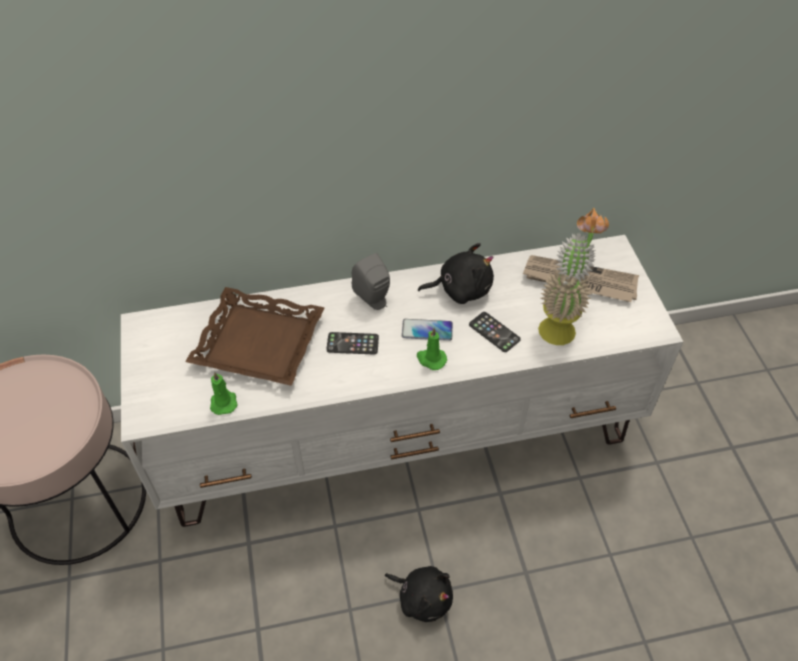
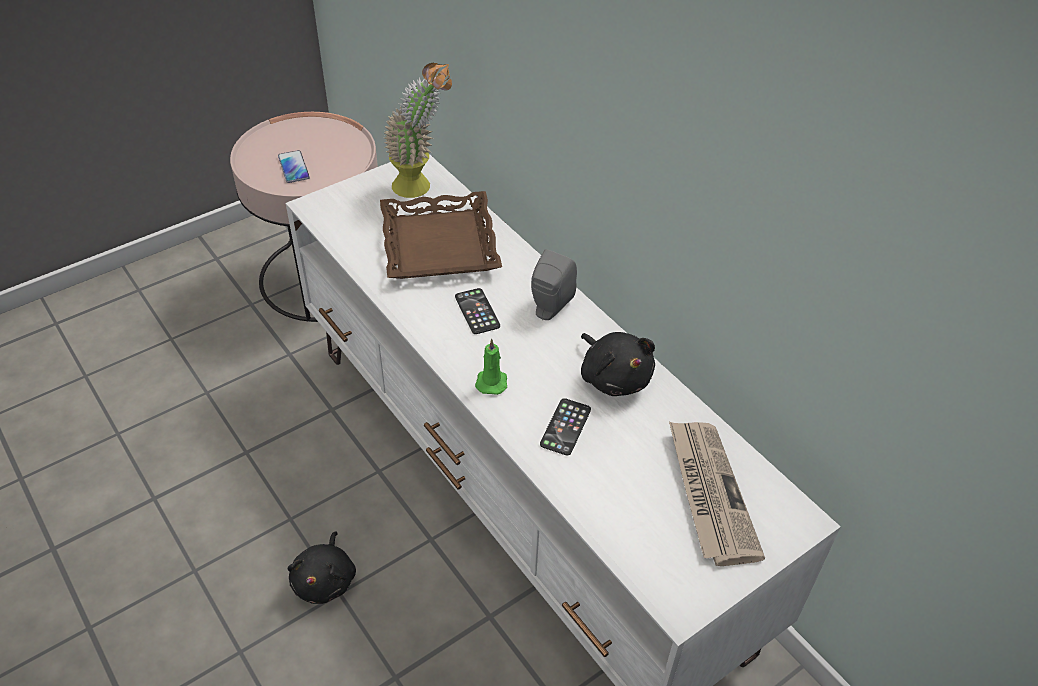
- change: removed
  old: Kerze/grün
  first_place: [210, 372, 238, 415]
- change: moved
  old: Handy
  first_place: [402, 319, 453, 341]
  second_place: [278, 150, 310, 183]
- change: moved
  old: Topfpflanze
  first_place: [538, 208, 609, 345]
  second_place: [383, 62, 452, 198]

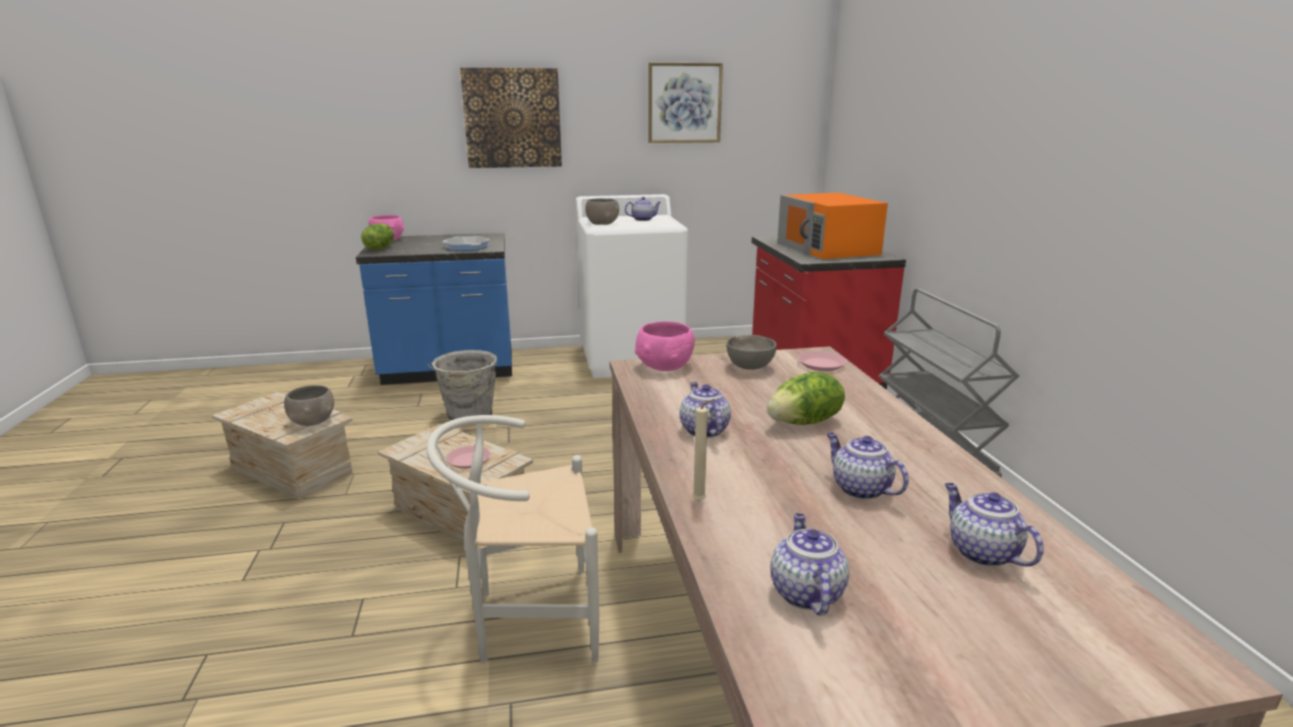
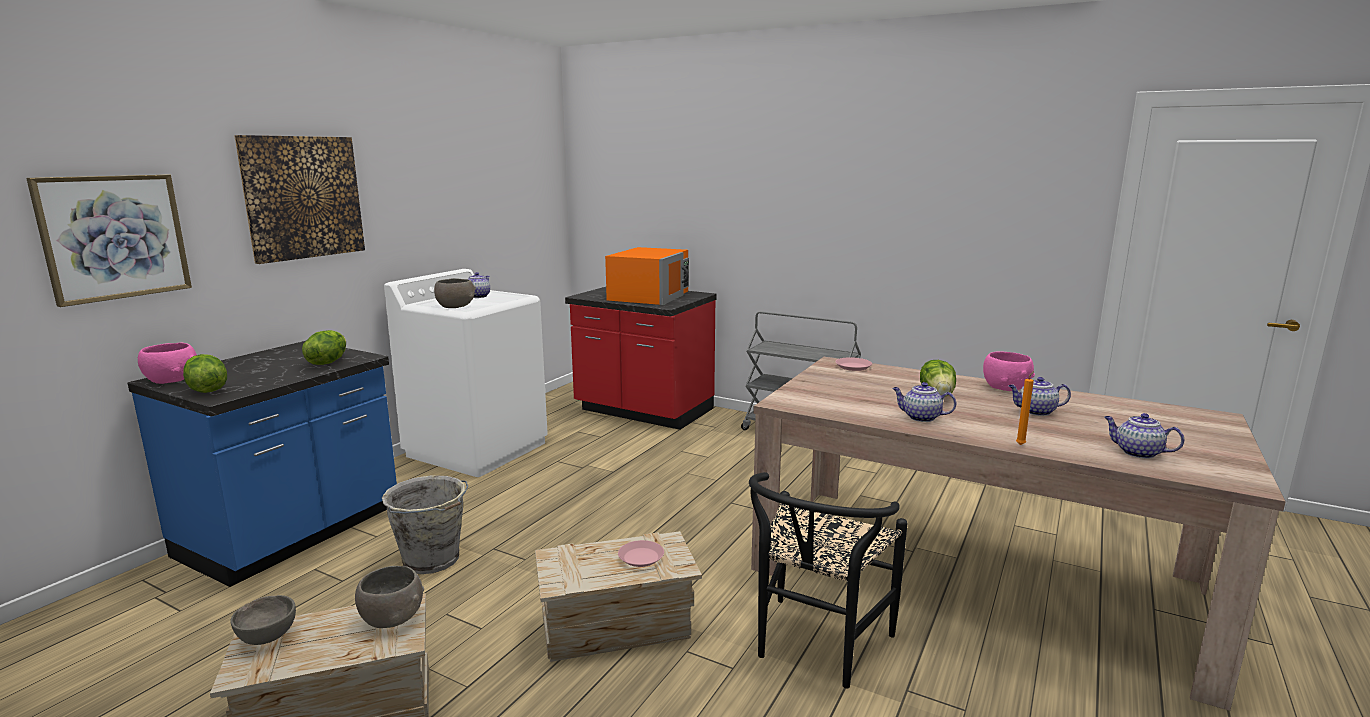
- change: recoloured
  old: Stuhl/weiß
  new: Stuhl/schwarz
  first_place: [426, 415, 599, 663]
  second_place: [749, 472, 907, 688]
- change: replaced
  old: Pfanne
  new: Salatkopf
  first_place: [443, 236, 490, 251]
  second_place: [302, 330, 346, 365]
- change: moved
  old: Schüssel/rosa
  first_place: [635, 321, 695, 371]
  second_place: [983, 352, 1035, 391]
- change: moved
  old: Bild
  first_place: [648, 62, 723, 143]
  second_place: [26, 174, 192, 307]
- change: recoloured
  old: Kerze/beige
  new: Kerze/orange
  first_place: [692, 399, 715, 501]
  second_place: [1016, 371, 1034, 445]
- change: moved
  old: Schüssel/grau
  first_place: [726, 335, 777, 370]
  second_place: [230, 595, 296, 645]
- change: turned
  old: Mikrowelle/orange
  first_place: [777, 192, 888, 259]
  second_place: [605, 247, 689, 305]
  degrees: -90
- change: removed
  old: Teekanne
  first_place: [945, 483, 1044, 567]

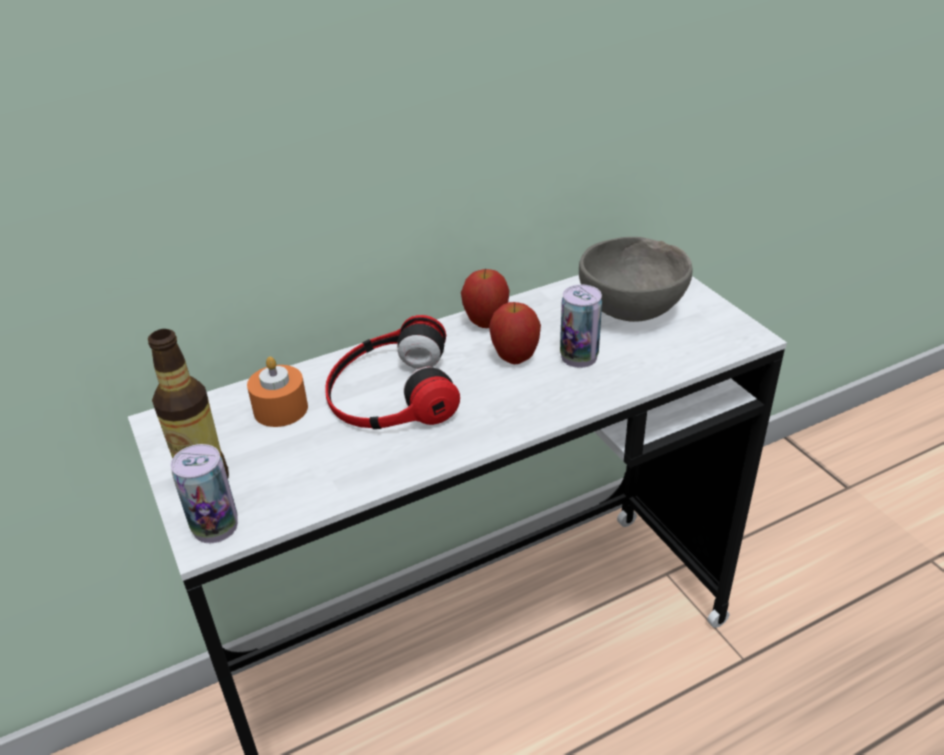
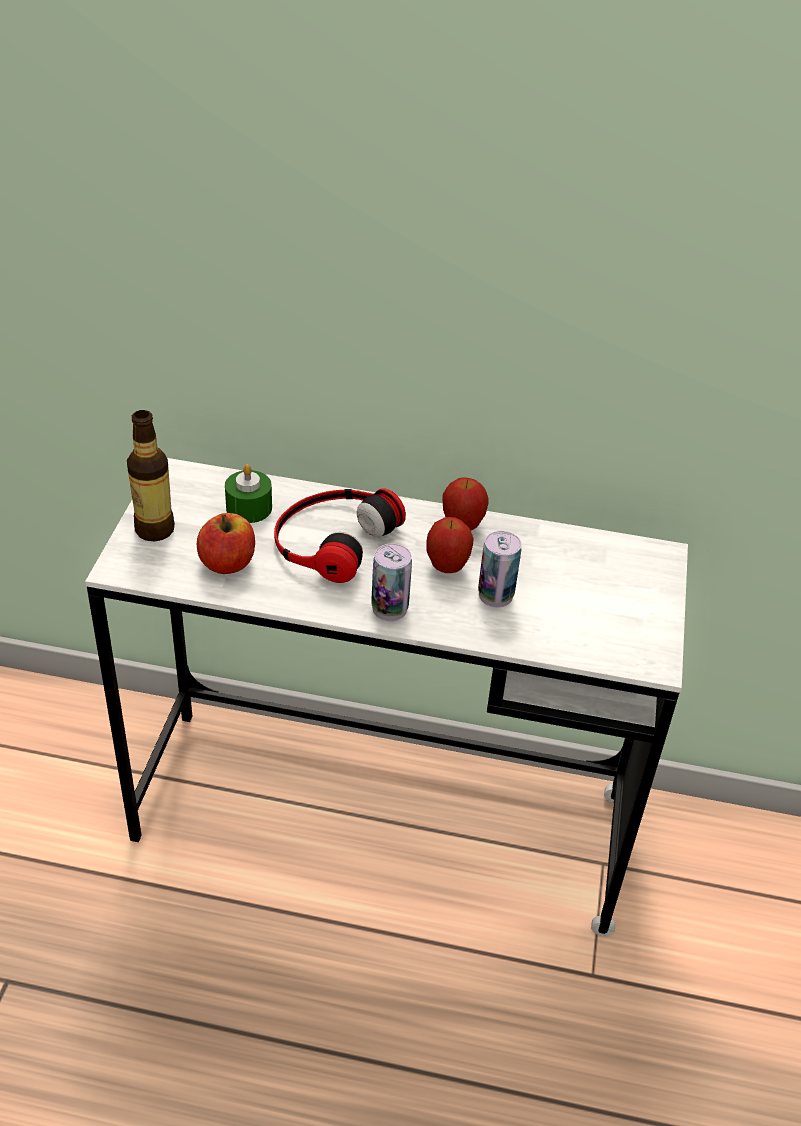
- change: moved
  old: Dose
  first_place: [171, 444, 238, 543]
  second_place: [371, 543, 412, 621]
- change: recoloured
  old: Kerze/orange
  new: Kerze/grün
  first_place: [247, 357, 308, 427]
  second_place: [225, 464, 272, 523]
- change: removed
  old: Schüssel/grau
  first_place: [579, 237, 693, 322]
- change: added
  new: Apfel
  second_place: [197, 513, 255, 574]

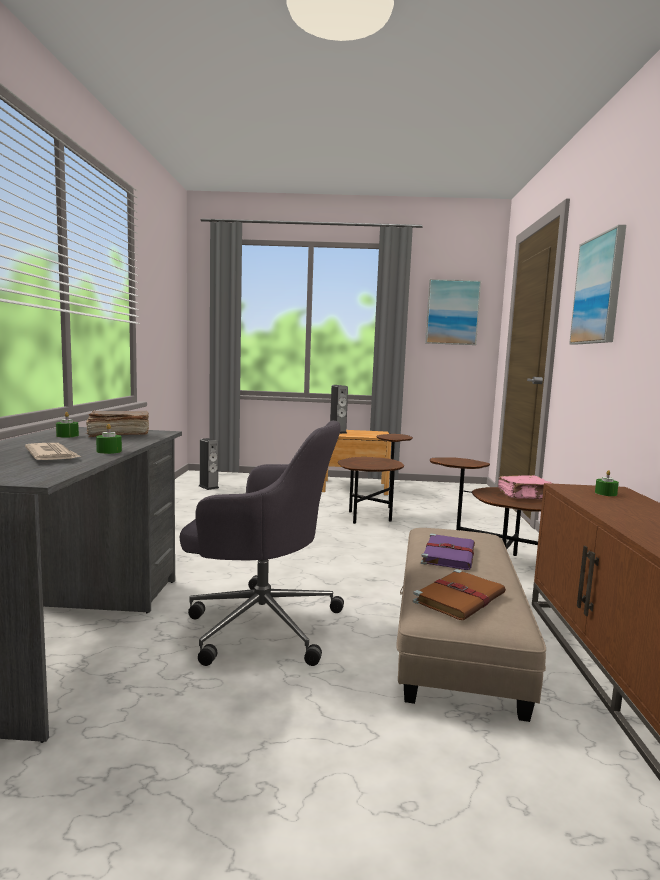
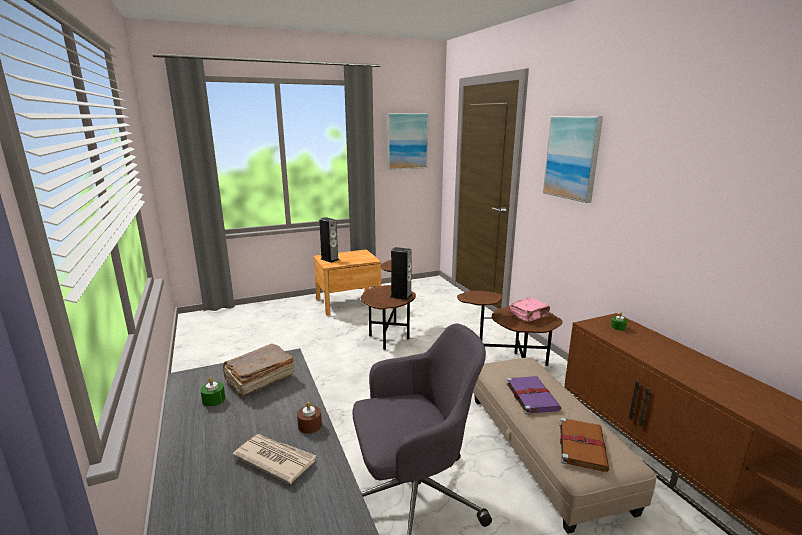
- change: recoloured
  old: Kerze/grün
  new: Kerze/braun
  first_place: [96, 424, 122, 454]
  second_place: [297, 402, 322, 434]
- change: moved
  old: Lautsprecher
  first_place: [199, 438, 219, 490]
  second_place: [390, 247, 412, 300]

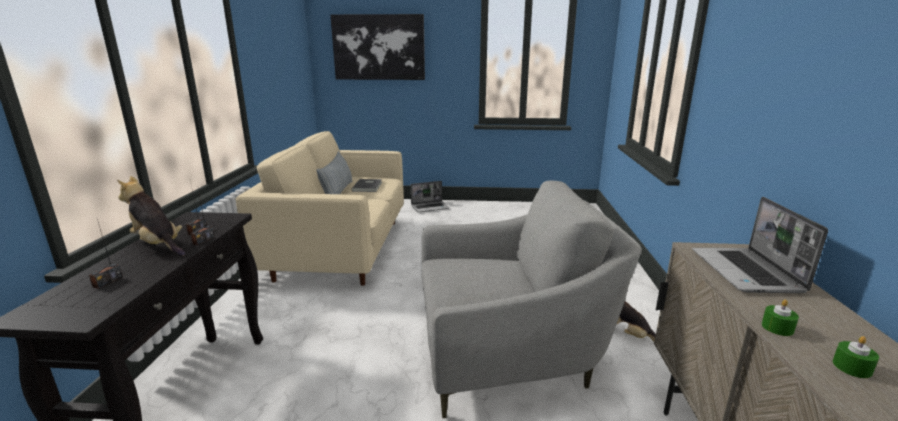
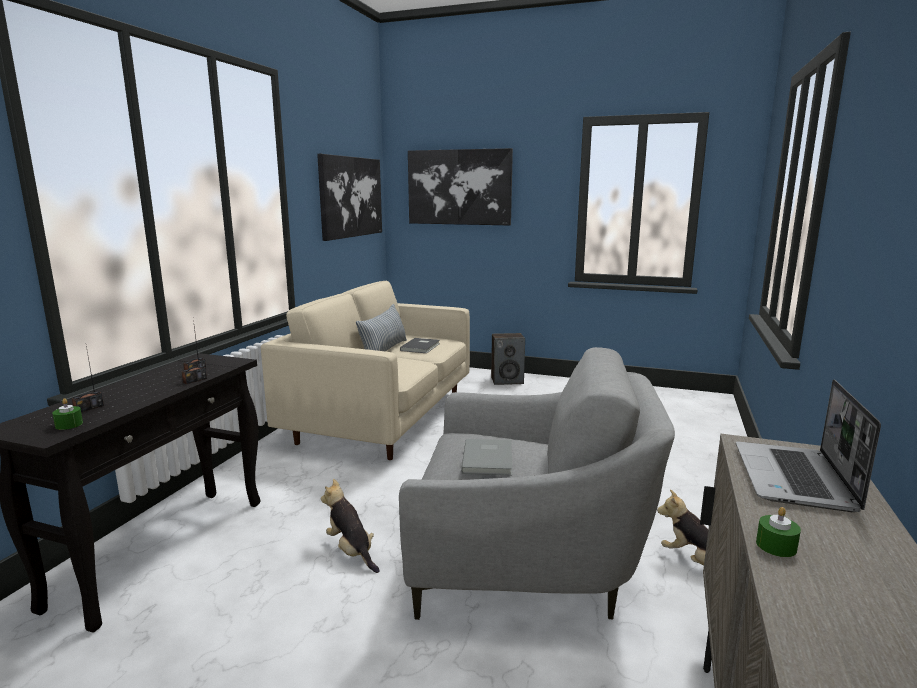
- change: moved
  old: Plüschtier
  first_place: [117, 176, 186, 256]
  second_place: [321, 479, 380, 573]
- change: replaced
  old: Laptop
  new: Lautsprecher
  first_place: [411, 181, 449, 212]
  second_place: [491, 333, 525, 385]
- change: moved
  old: Kerze/grün
  first_place: [832, 336, 879, 378]
  second_place: [52, 398, 83, 430]
- change: added
  new: Bild
  second_place: [317, 154, 382, 241]
- change: added
  new: Buch/grau
  second_place: [461, 439, 512, 476]

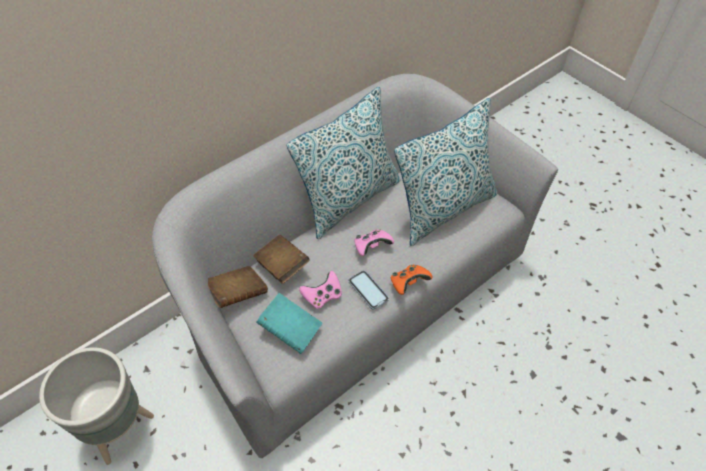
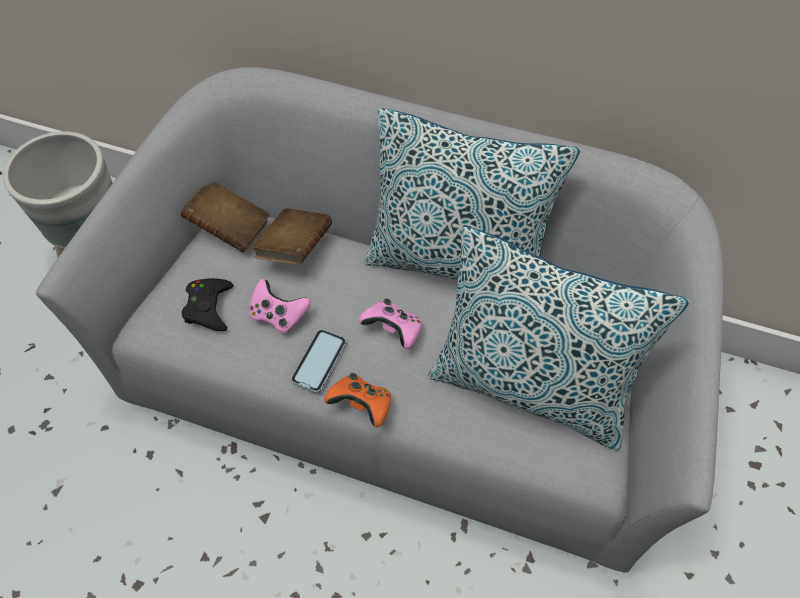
- change: replaced
  old: Buch/türkis
  new: Gamepad/schwarz
  first_place: [256, 293, 322, 354]
  second_place: [182, 278, 234, 331]

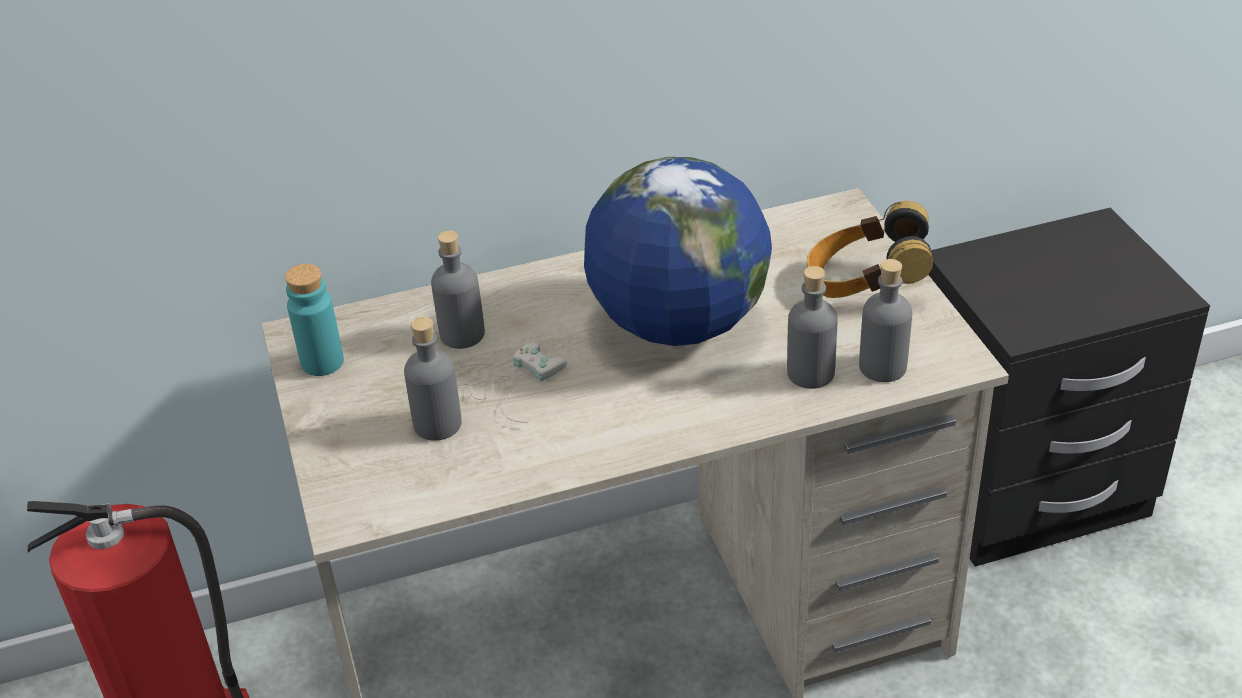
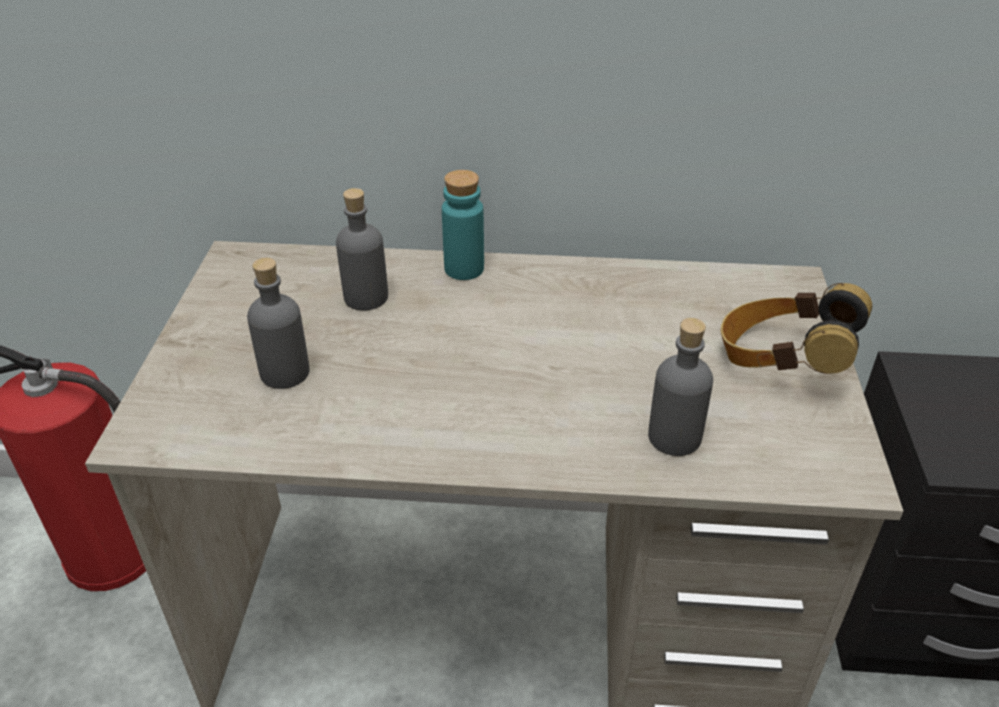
- change: moved
  old: Flasche/türkis
  first_place: [285, 264, 344, 376]
  second_place: [442, 170, 484, 280]
- change: removed
  old: Gamepad/weiß
  first_place: [455, 342, 567, 422]
- change: removed
  old: Globus
  first_place: [584, 157, 772, 346]
- change: removed
  old: Flasche/grau
  first_place: [859, 259, 912, 382]

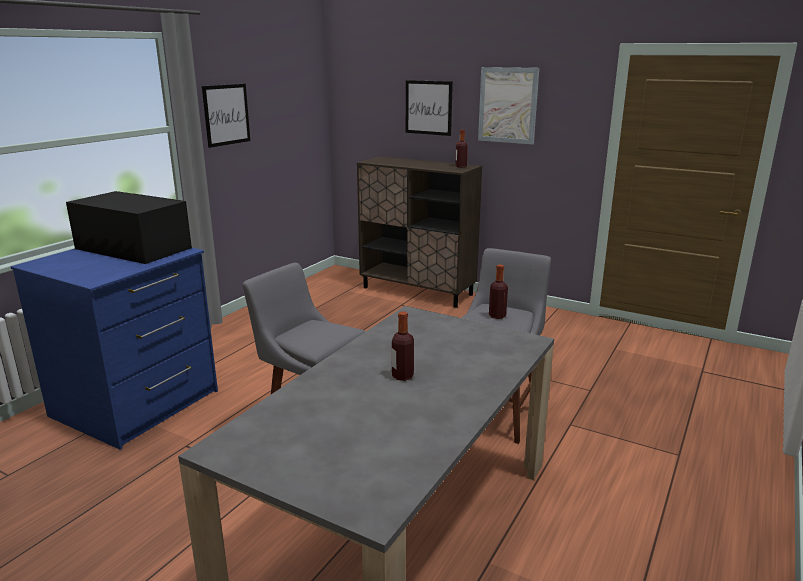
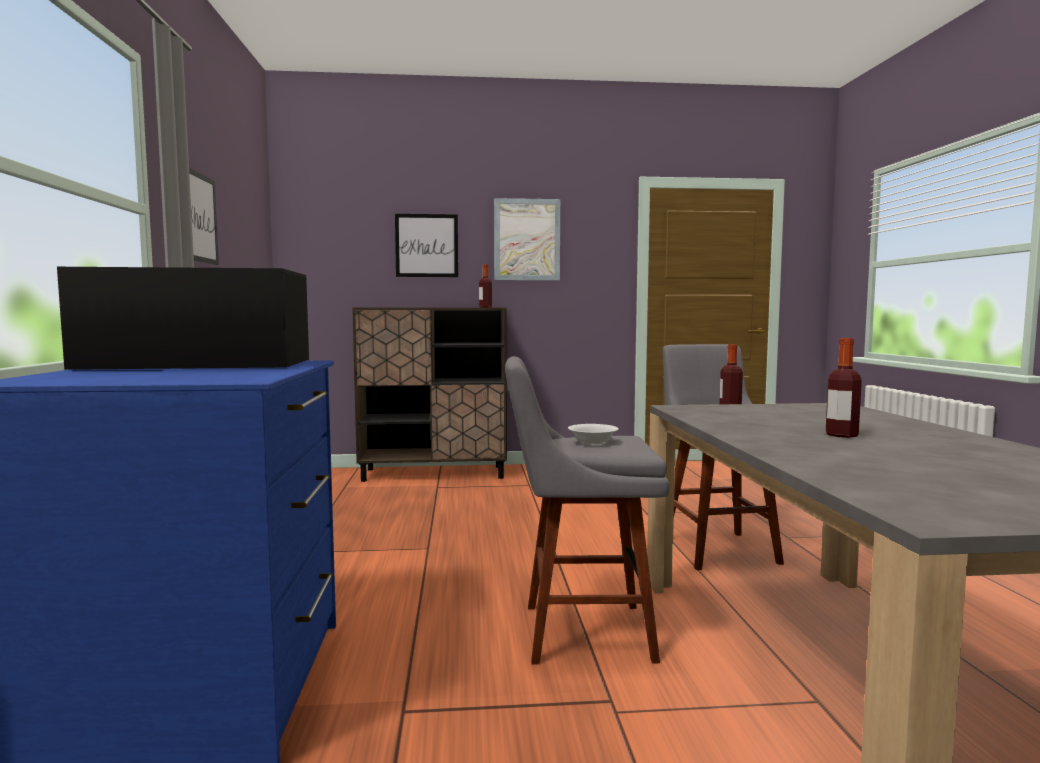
- change: added
  new: Schüssel/weiß
  second_place: [568, 424, 619, 444]

